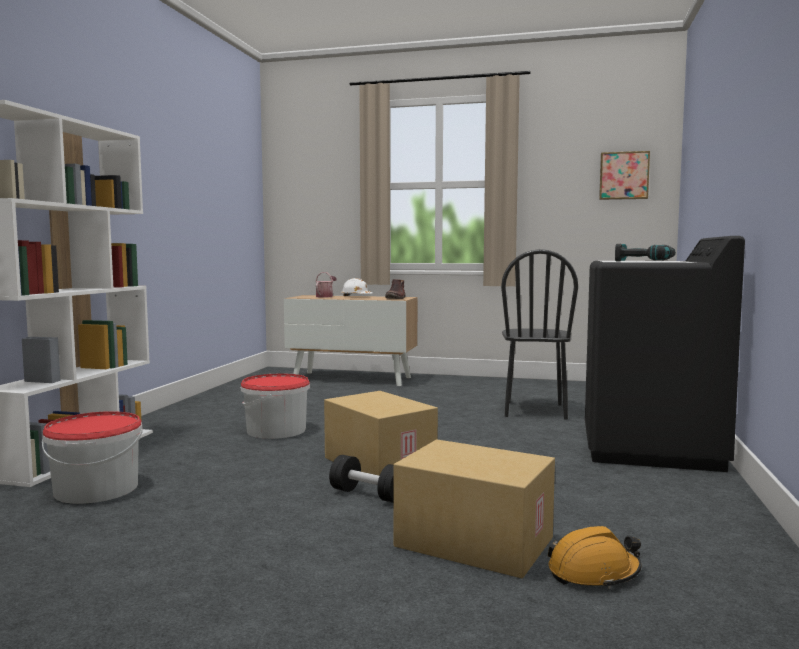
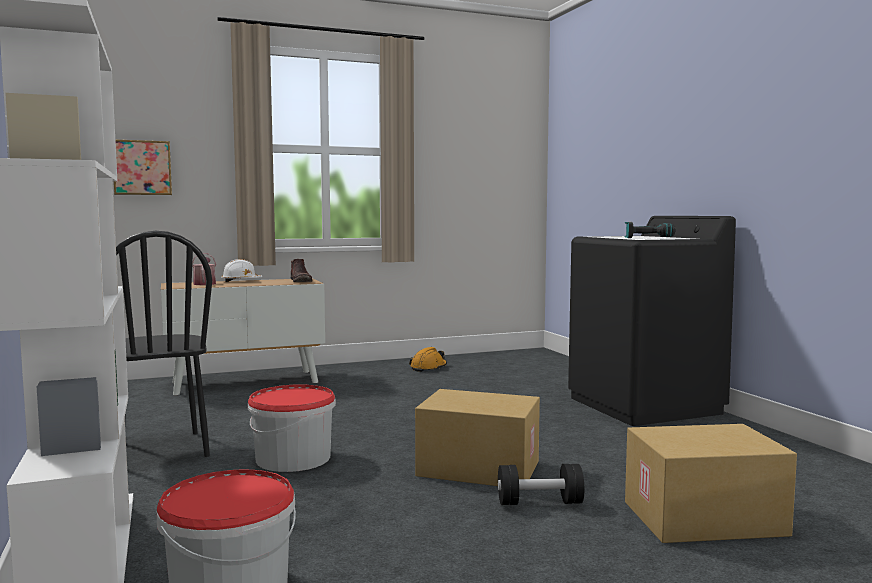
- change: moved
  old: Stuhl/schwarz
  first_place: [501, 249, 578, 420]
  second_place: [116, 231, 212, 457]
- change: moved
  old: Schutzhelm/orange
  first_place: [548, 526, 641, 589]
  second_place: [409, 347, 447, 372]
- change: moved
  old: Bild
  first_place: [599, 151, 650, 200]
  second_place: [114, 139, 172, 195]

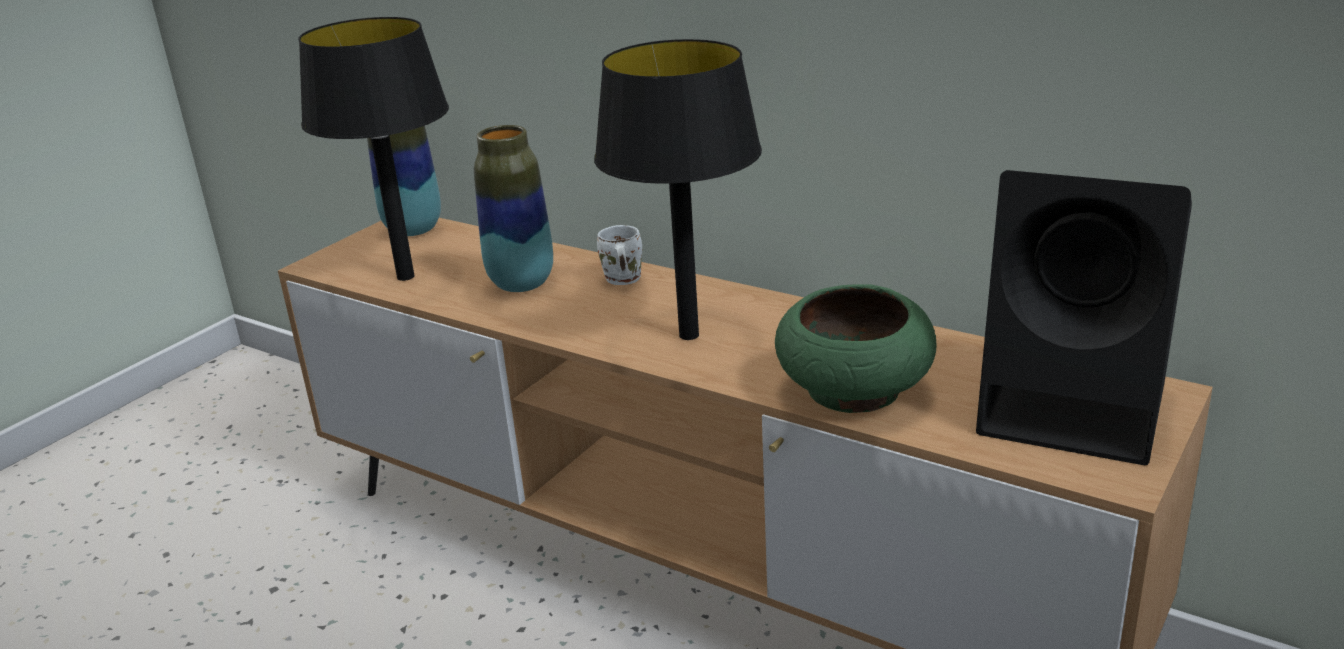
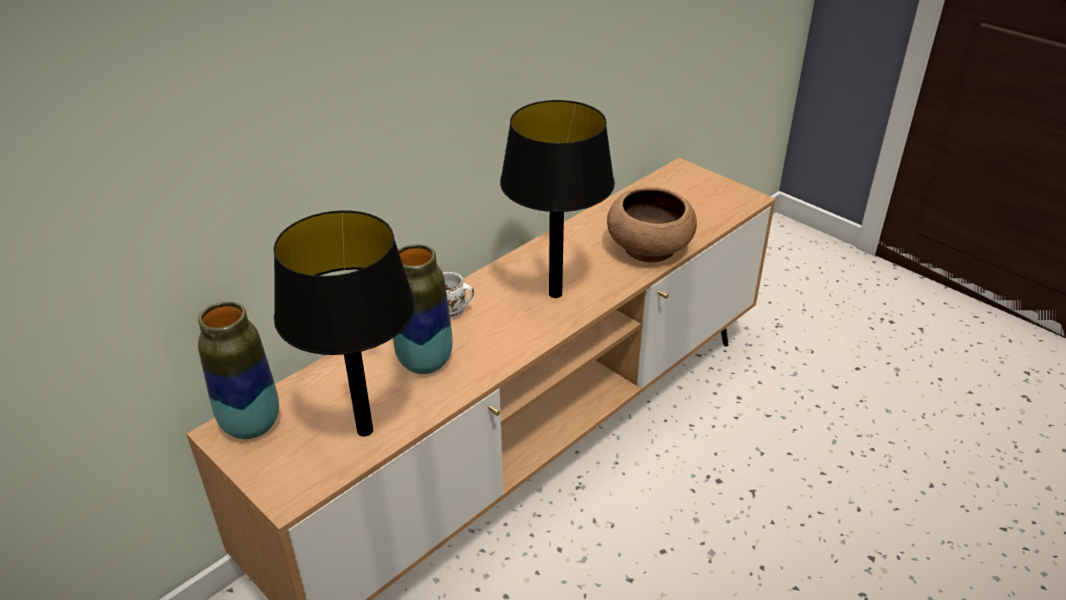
- change: recoloured
  old: Schüssel/grün
  new: Schüssel/braun
  first_place: [775, 284, 937, 413]
  second_place: [607, 187, 697, 263]
- change: removed
  old: Lautsprecher/schwarz
  first_place: [976, 170, 1192, 465]

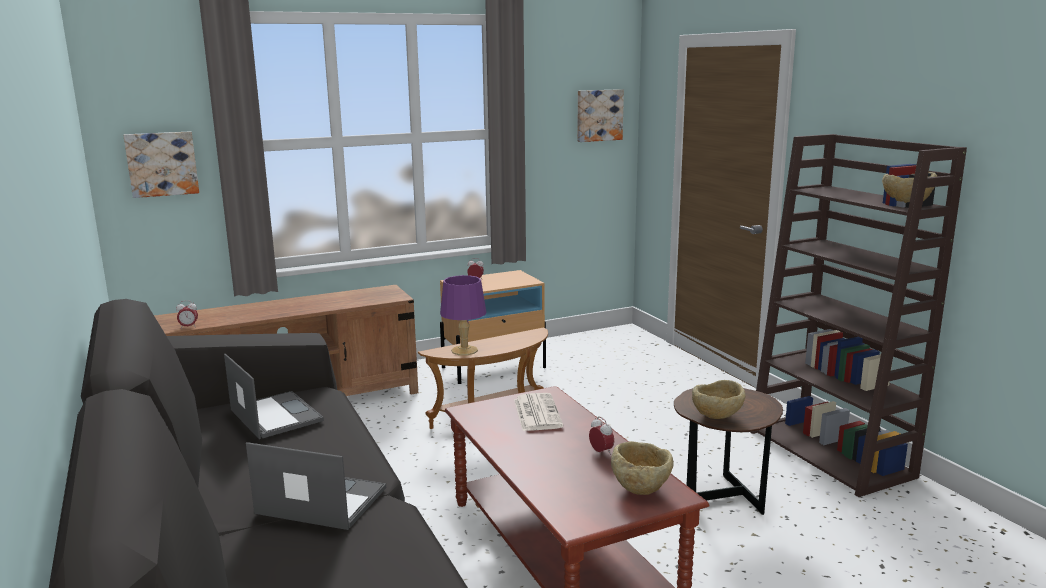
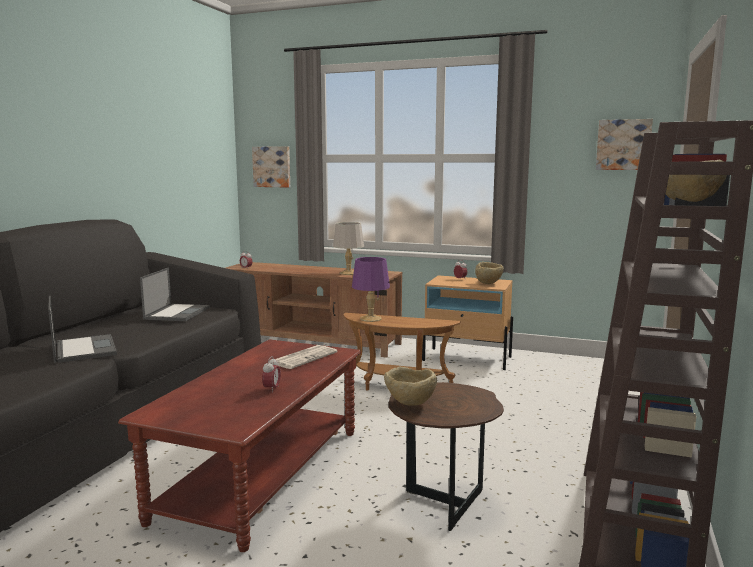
- change: moved
  old: Schüssel/beige
  first_place: [611, 441, 674, 495]
  second_place: [475, 262, 504, 284]
- change: added
  new: Tischlampe/grau
  second_place: [333, 222, 364, 275]

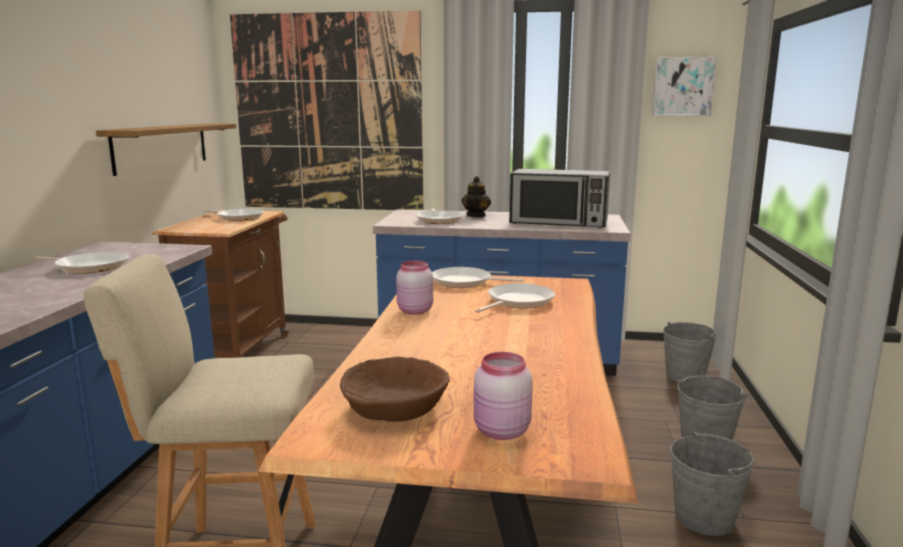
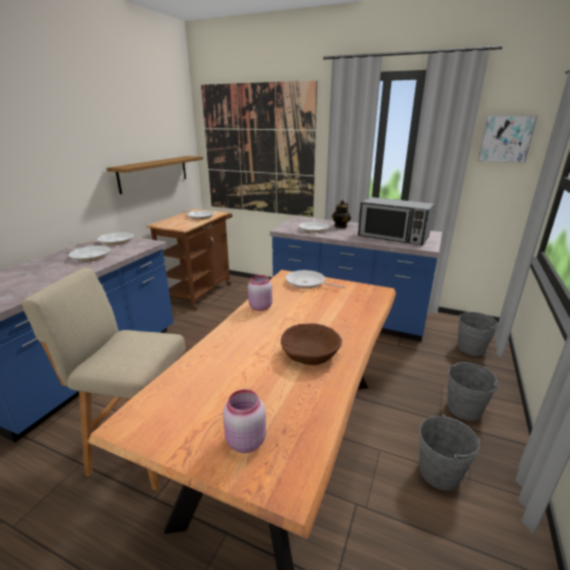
- change: moved
  old: Schüssel/braun
  first_place: [340, 357, 450, 422]
  second_place: [281, 323, 342, 365]
- change: moved
  old: Pfanne
  first_place: [475, 283, 555, 313]
  second_place: [76, 232, 134, 245]

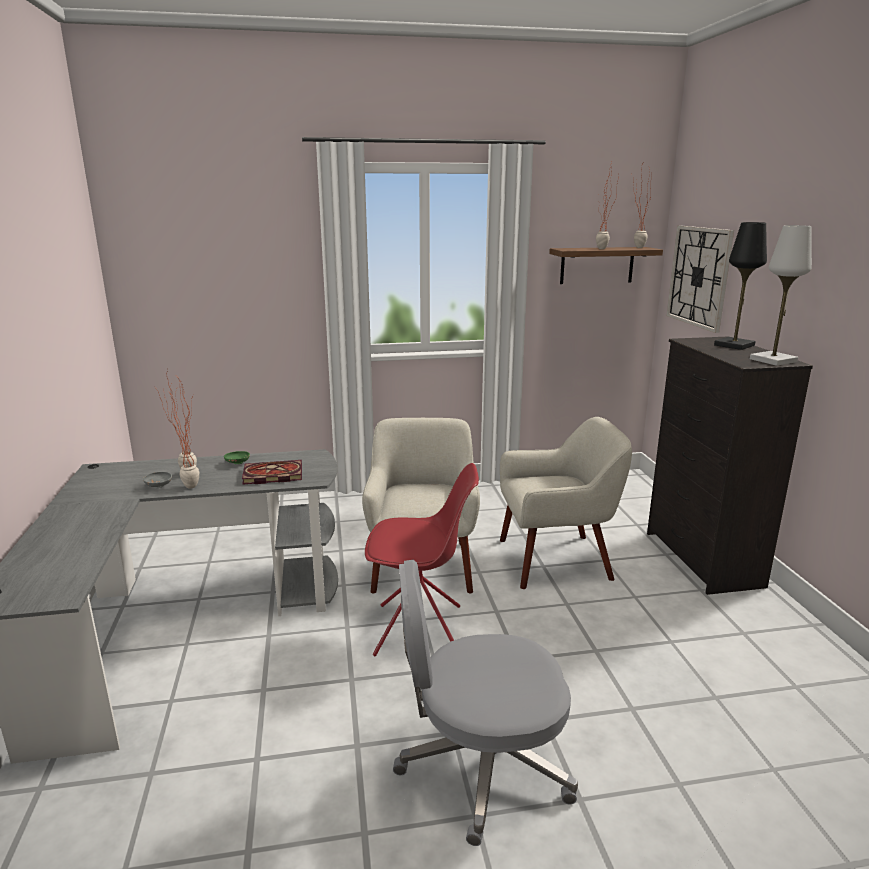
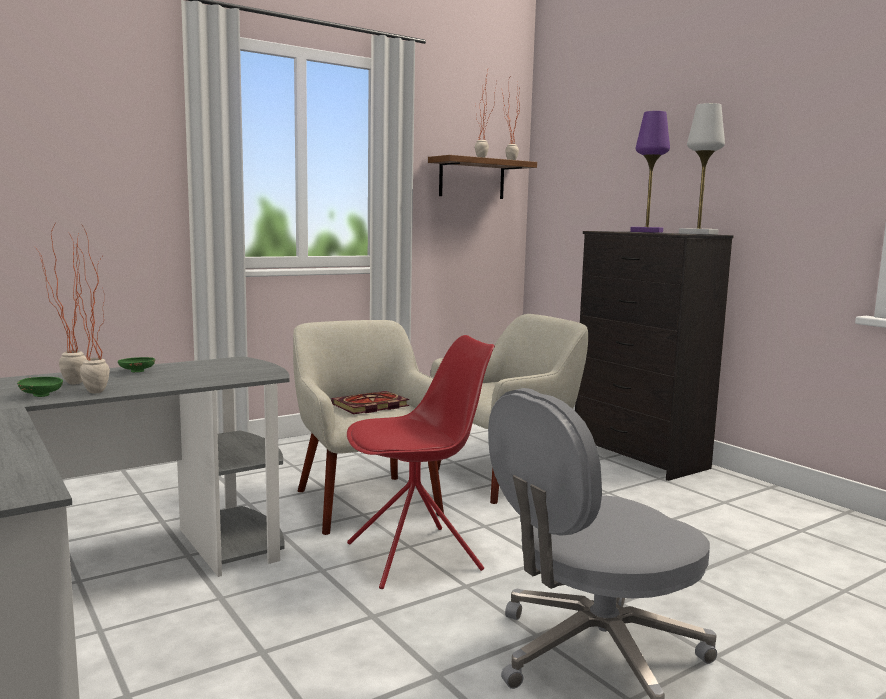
- change: recoloured
  old: Schüssel/grau
  new: Schüssel/grün
  first_place: [143, 472, 172, 488]
  second_place: [17, 377, 63, 397]
- change: moved
  old: Buch
  first_place: [242, 460, 302, 485]
  second_place: [331, 391, 409, 414]
- change: removed
  old: Wanduhr
  first_place: [667, 226, 734, 333]
- change: recoloured
  old: Tischlampe/schwarz
  new: Tischlampe/lila
  first_place: [714, 222, 767, 350]
  second_place: [630, 111, 670, 233]

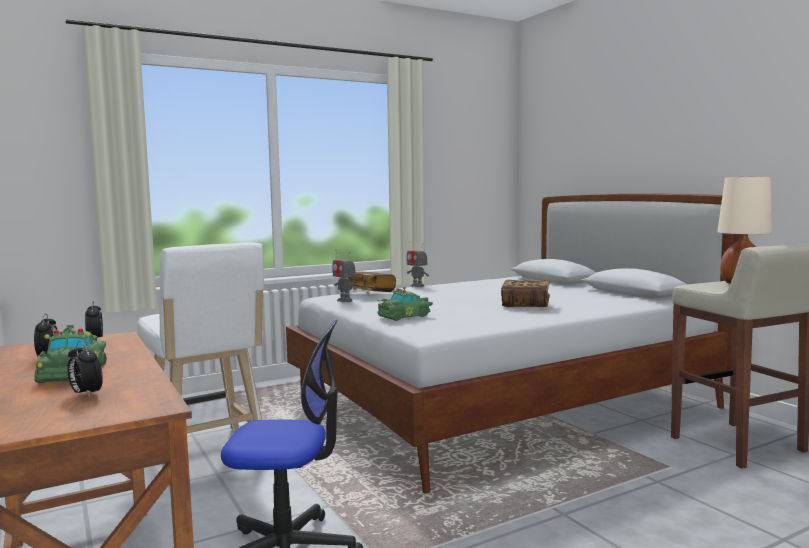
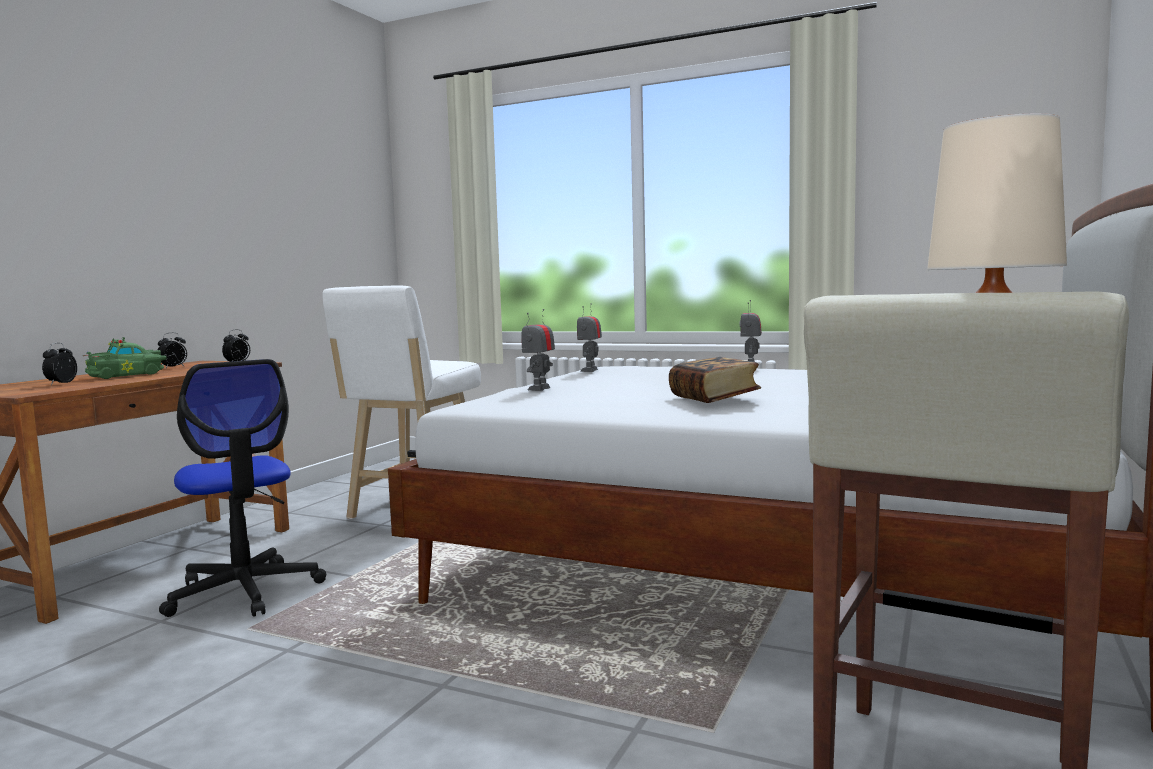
- change: removed
  old: Buch
  first_place: [348, 272, 396, 292]
- change: replaced
  old: Spielzeugauto/grün
  new: Spielzeugroboter
  first_place: [377, 287, 433, 321]
  second_place: [521, 309, 555, 391]

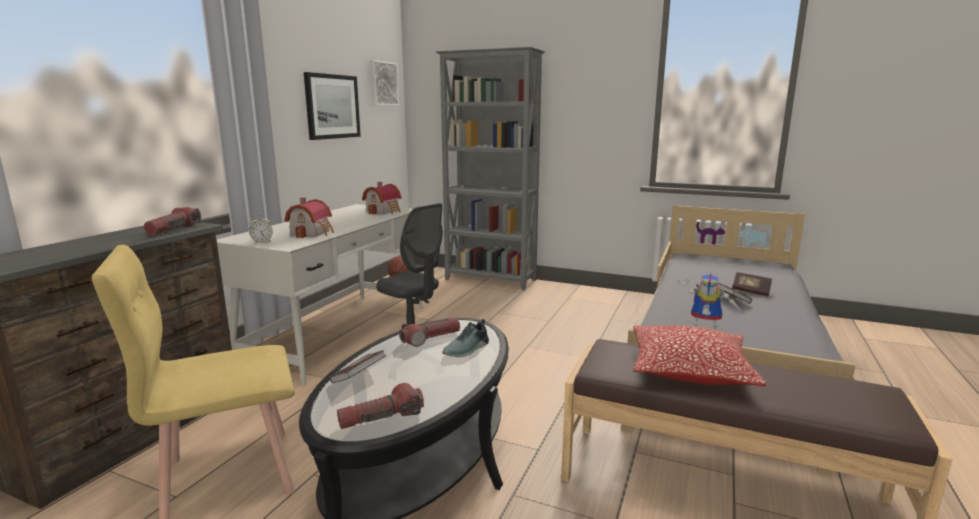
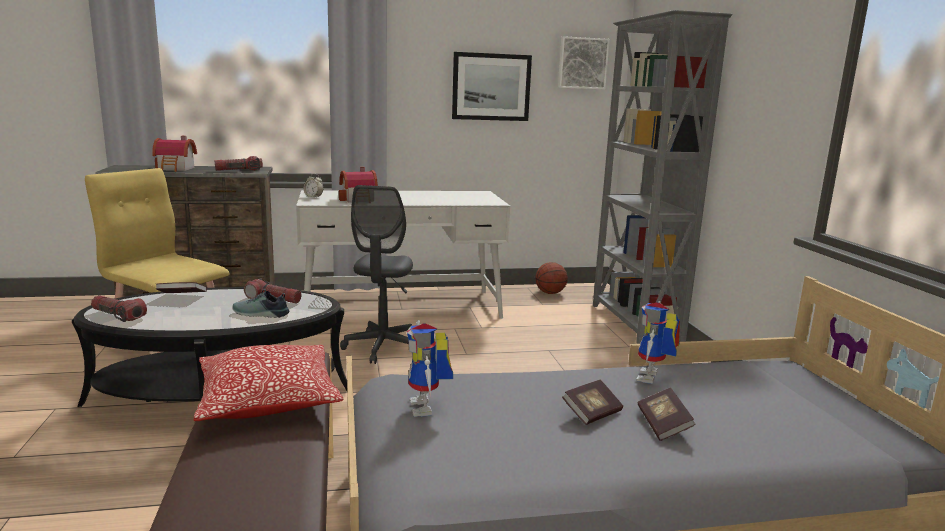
- change: moved
  old: Spielzeughaus
  first_place: [362, 182, 402, 214]
  second_place: [152, 136, 197, 172]
- change: added
  new: Spielzeugroboter
  second_place: [636, 301, 680, 384]

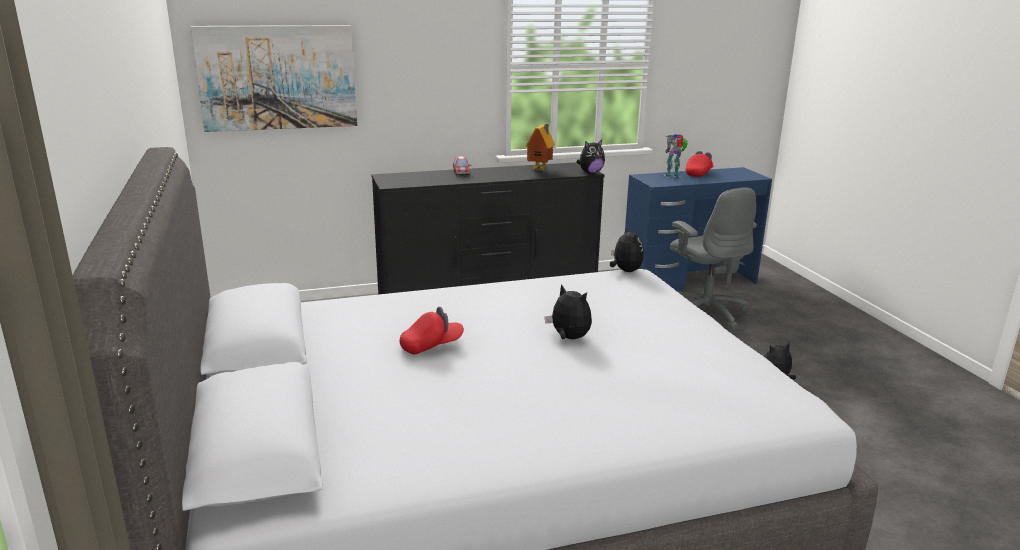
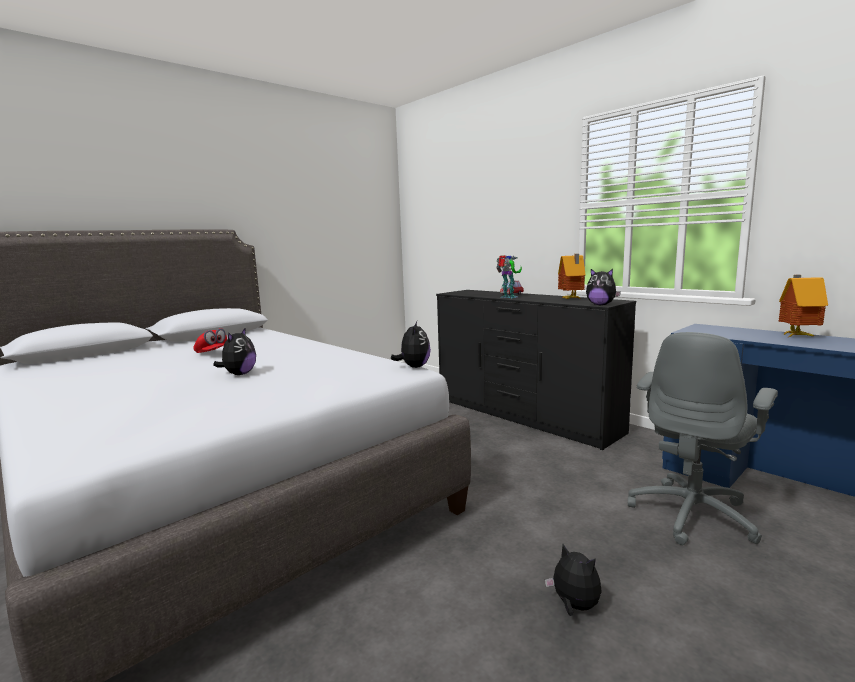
- change: removed
  old: Bild
  first_place: [191, 25, 357, 132]
- change: turned
  old: Plüschtier
  first_place: [610, 226, 644, 272]
  second_place: [391, 321, 431, 368]
  degrees: -45
- change: moved
  old: Spielzeugroboter
  first_place: [663, 134, 688, 178]
  second_place: [496, 255, 522, 298]
- change: replaced
  old: Kappe/rot
  new: Spielzeughaus
  first_place: [685, 151, 714, 177]
  second_place: [778, 275, 828, 337]

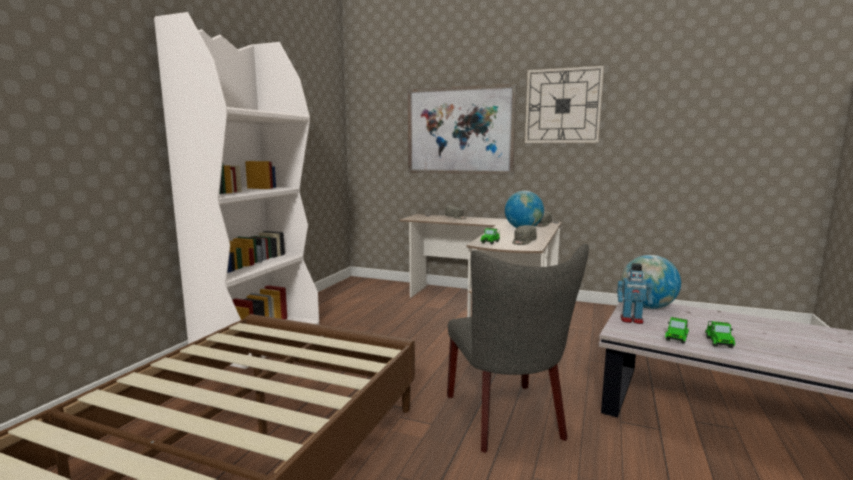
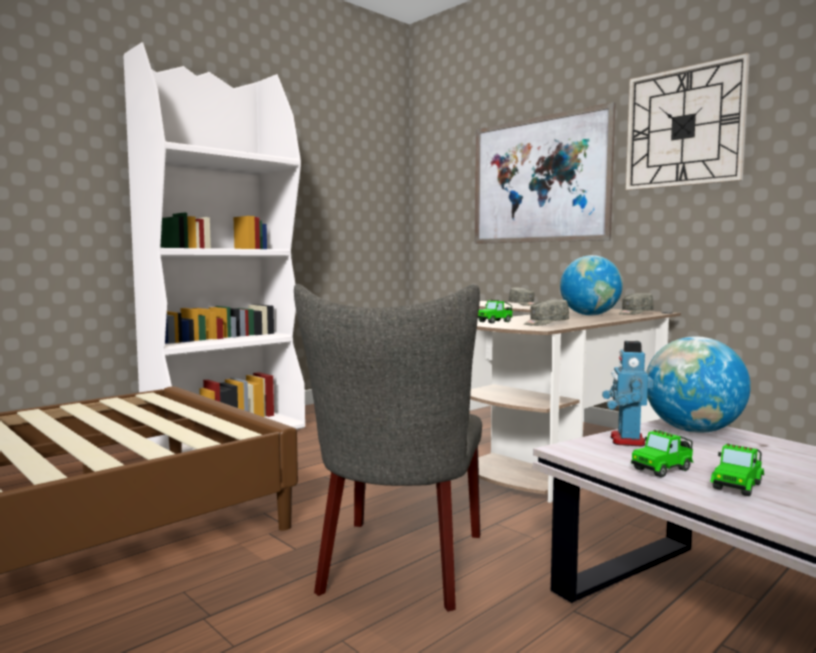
- change: turned
  old: Spielzeugroboter
  first_place: [617, 263, 653, 324]
  second_place: [602, 341, 654, 447]
  degrees: 60

